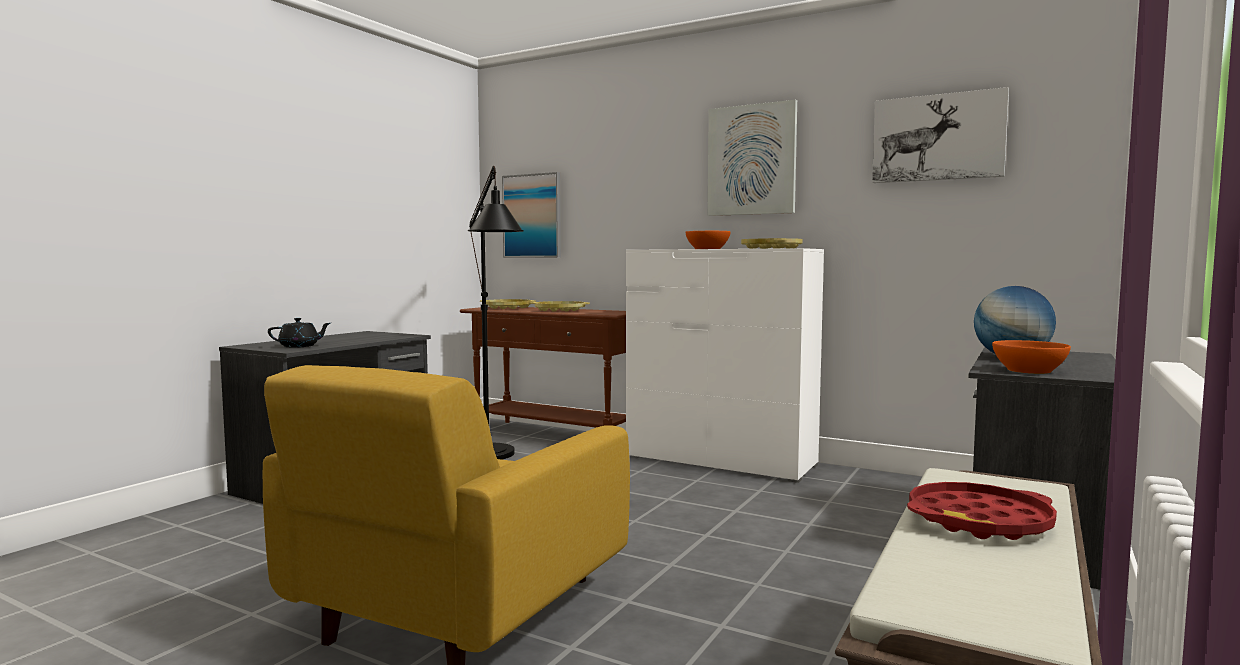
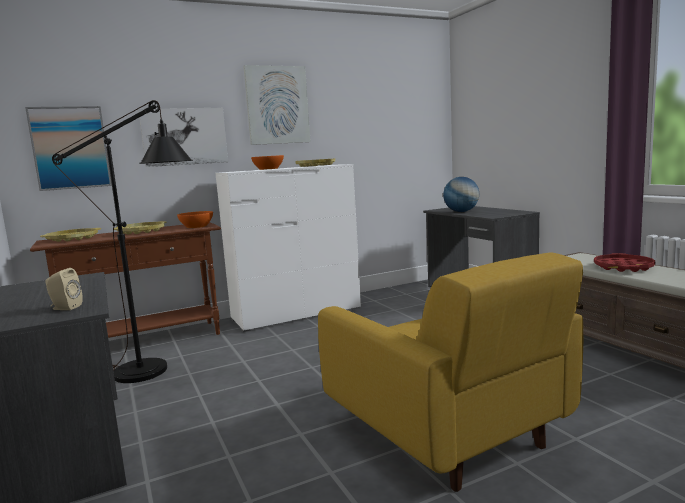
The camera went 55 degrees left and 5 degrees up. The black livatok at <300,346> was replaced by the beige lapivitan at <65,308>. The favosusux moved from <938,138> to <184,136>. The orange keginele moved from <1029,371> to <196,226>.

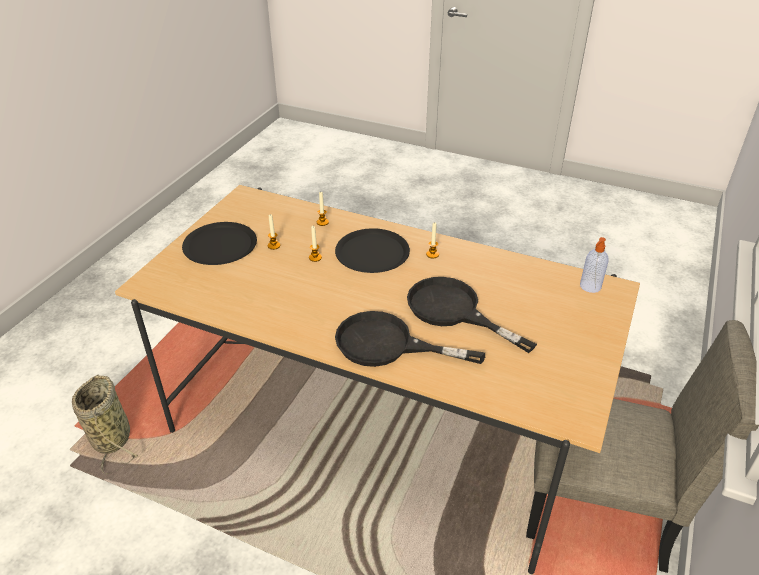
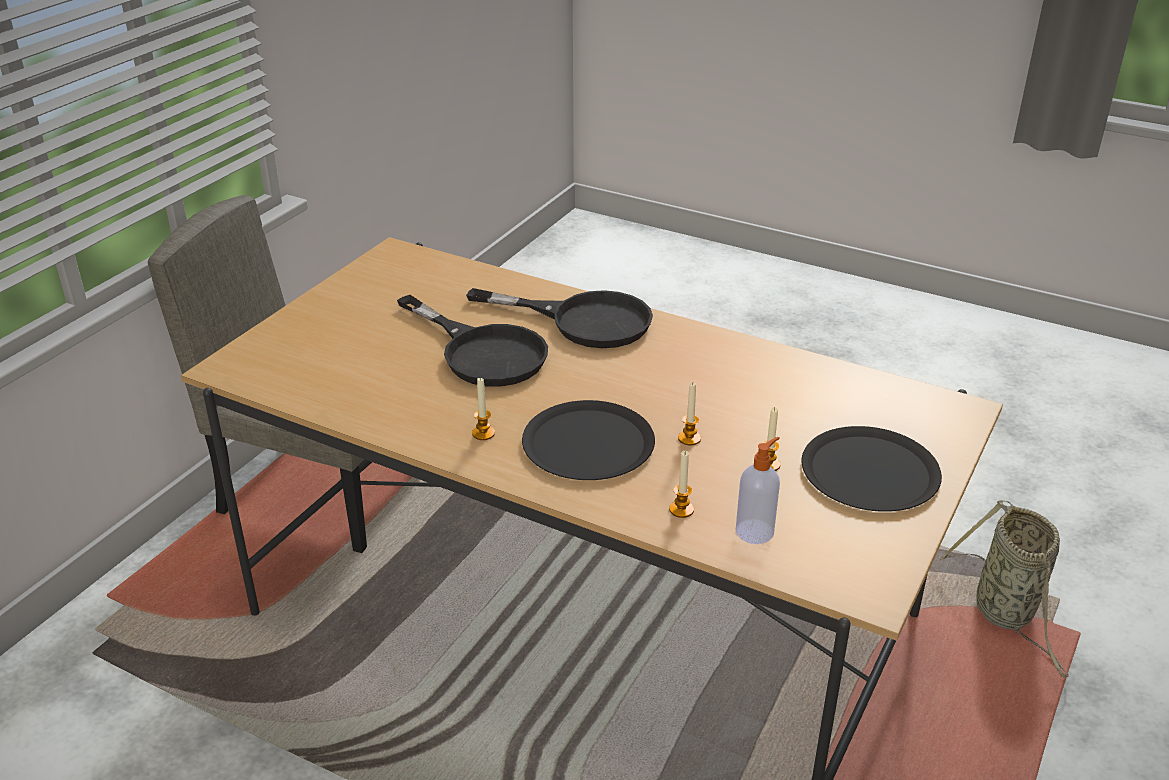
The camera went 175 degrees left and 5 degrees down. The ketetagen moved from <590,286> to <755,531>.

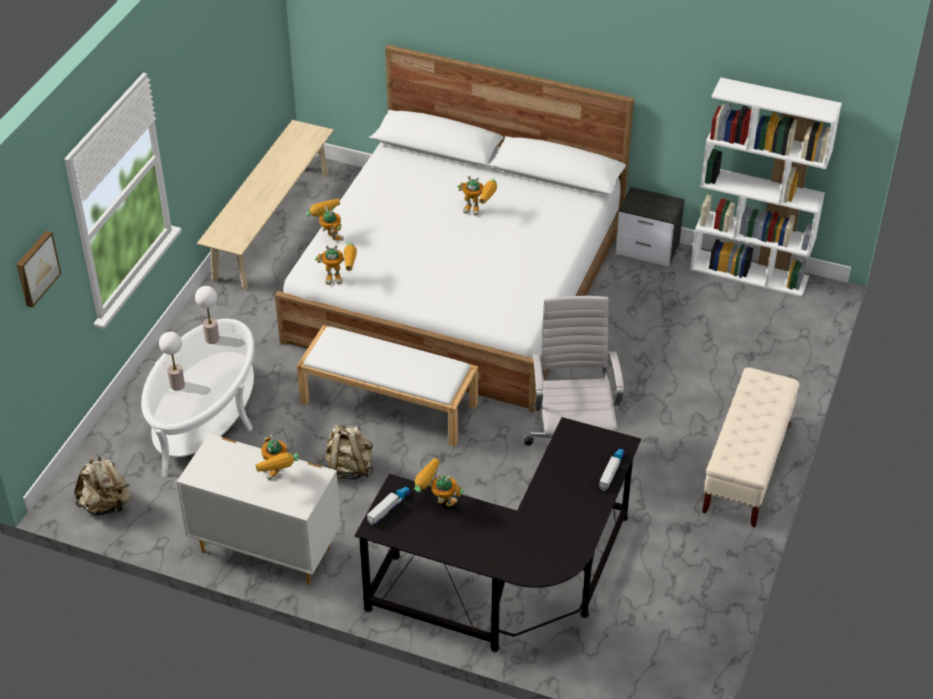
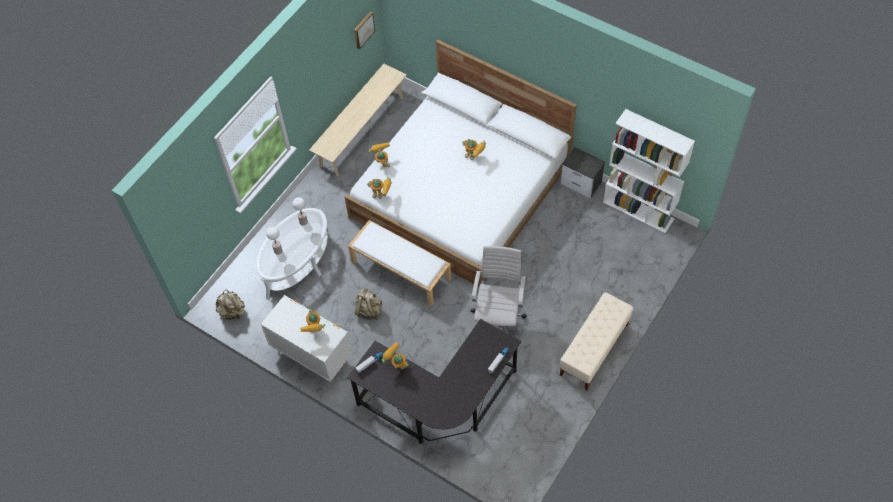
The camera went 15 degrees right and 15 degrees up. The favosusux moved from <36,268> to <363,29>.

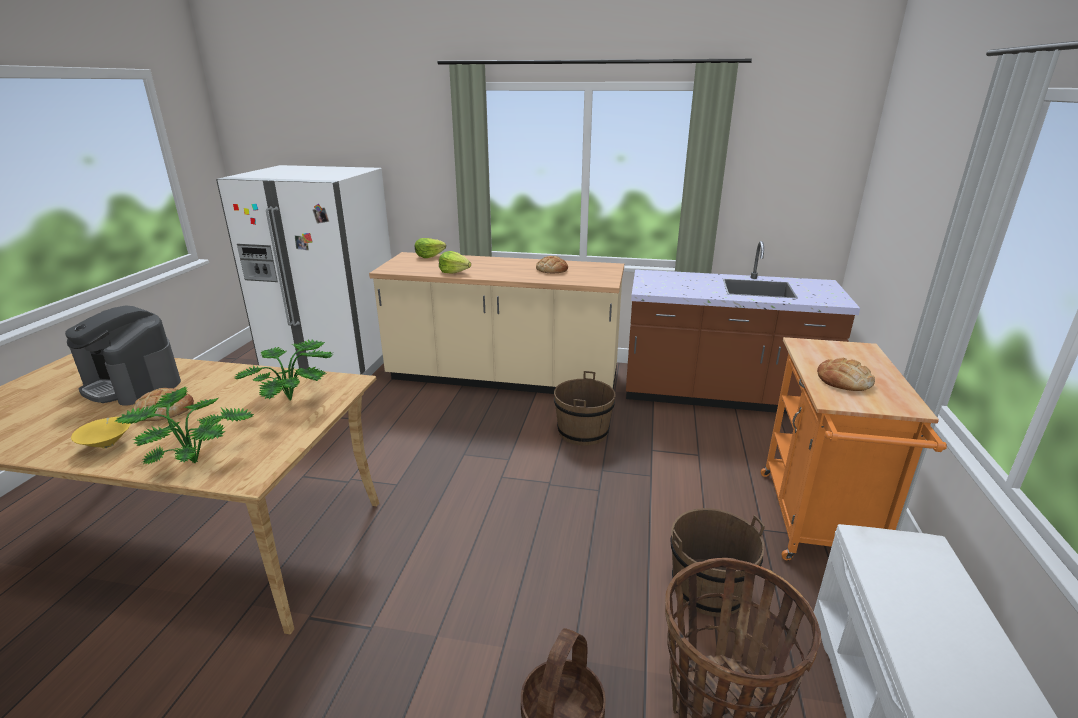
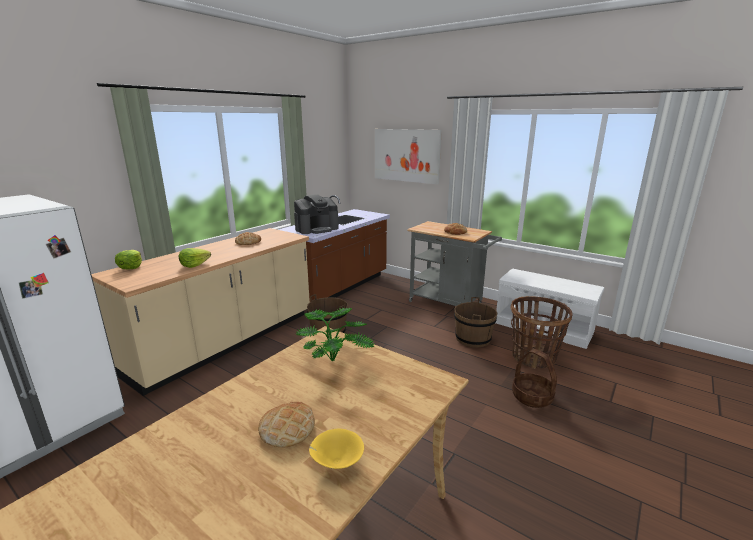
The camera went 65 degrees left and 5 degrees down. The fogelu moved from <132,384> to <317,229>. The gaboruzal at <195,459> disappeared. The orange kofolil at <817,525> became the grey kofolil at <449,304>. The favosusux at <406,155> appeared.

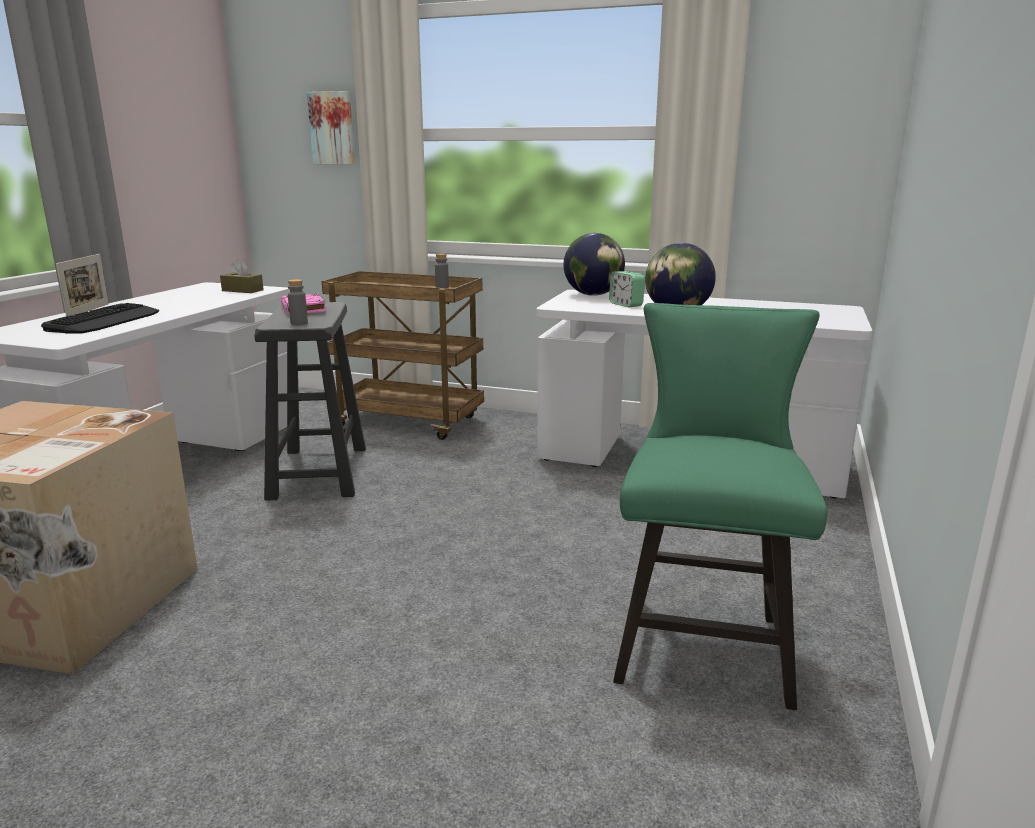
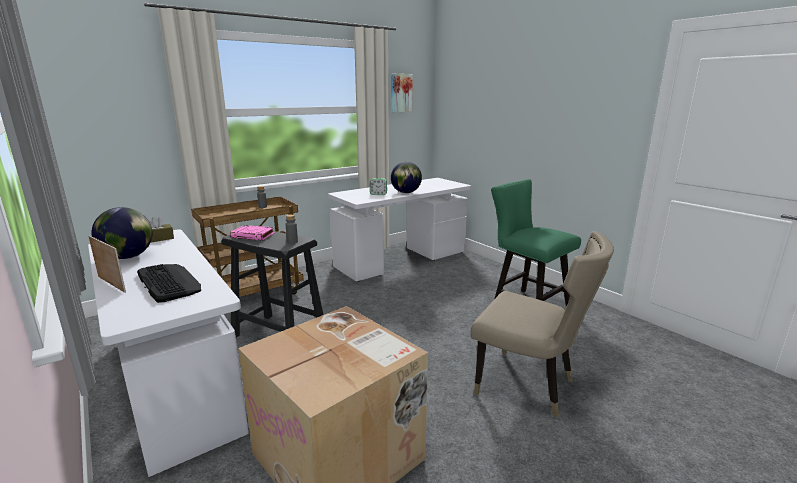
The camera went 55 degrees left and 0 degrees up. The favosusux moved from <332,128> to <400,93>. The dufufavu moved from <593,295> to <128,257>. The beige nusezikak at <529,386> appeared.

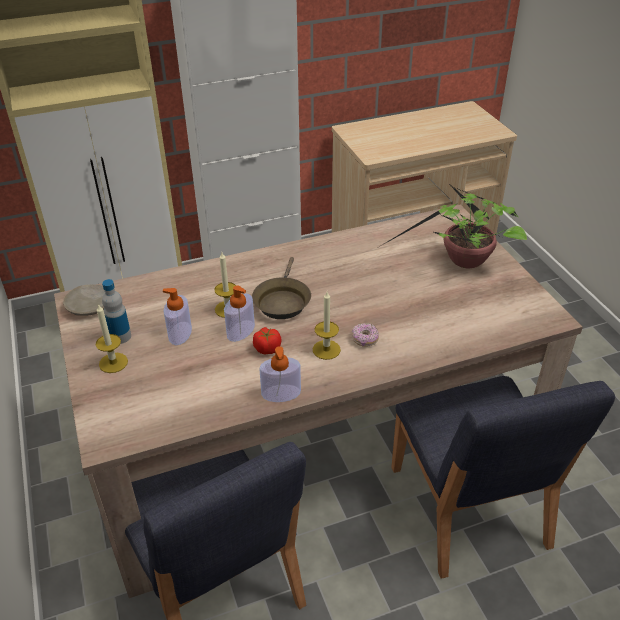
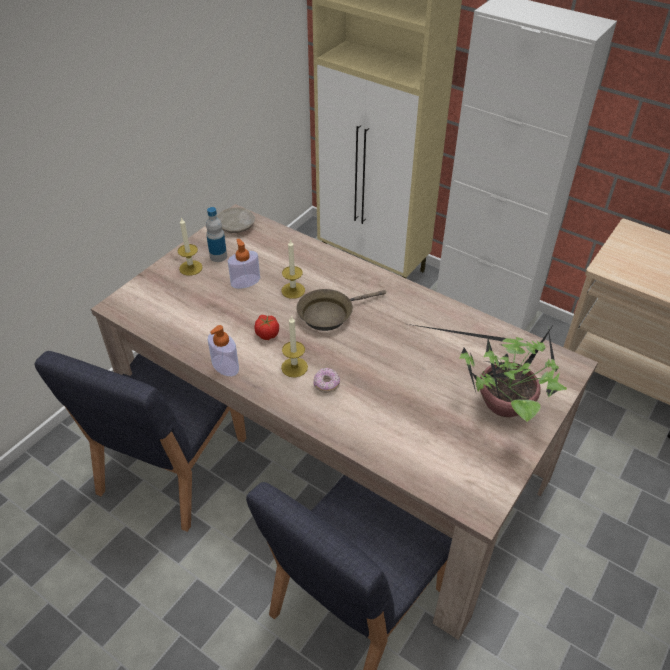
The camera went 55 degrees right and 5 degrees up. The ketetagen at <240,331> disappeared.

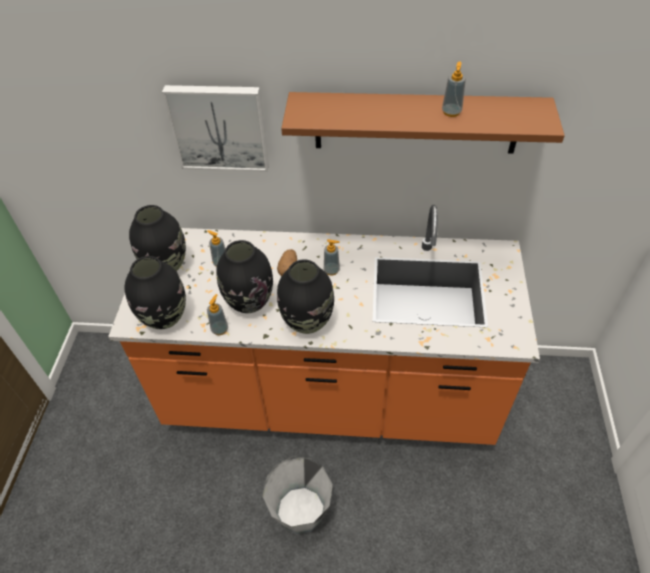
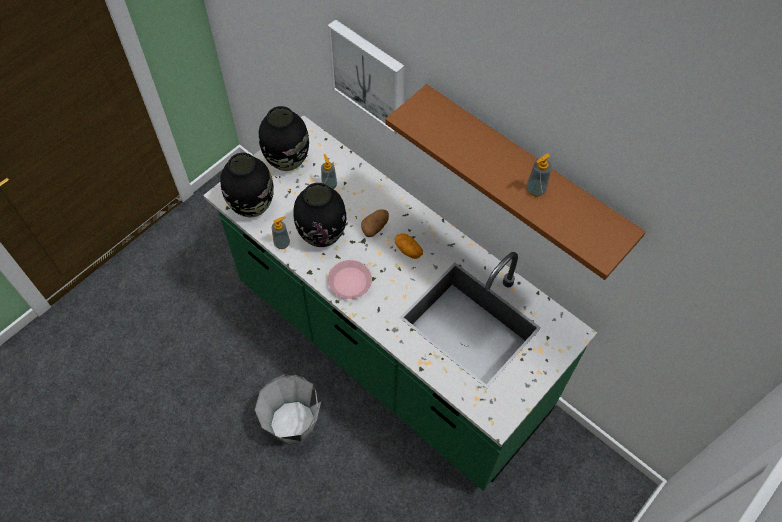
The camera went 35 degrees right and 10 degrees up. The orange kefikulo at <329,397> became the green kefikulo at <389,350>. The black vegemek at <307,322> was replaced by the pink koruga at <349,282>. The ketetagen at <331,270> was replaced by the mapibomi at <408,250>.

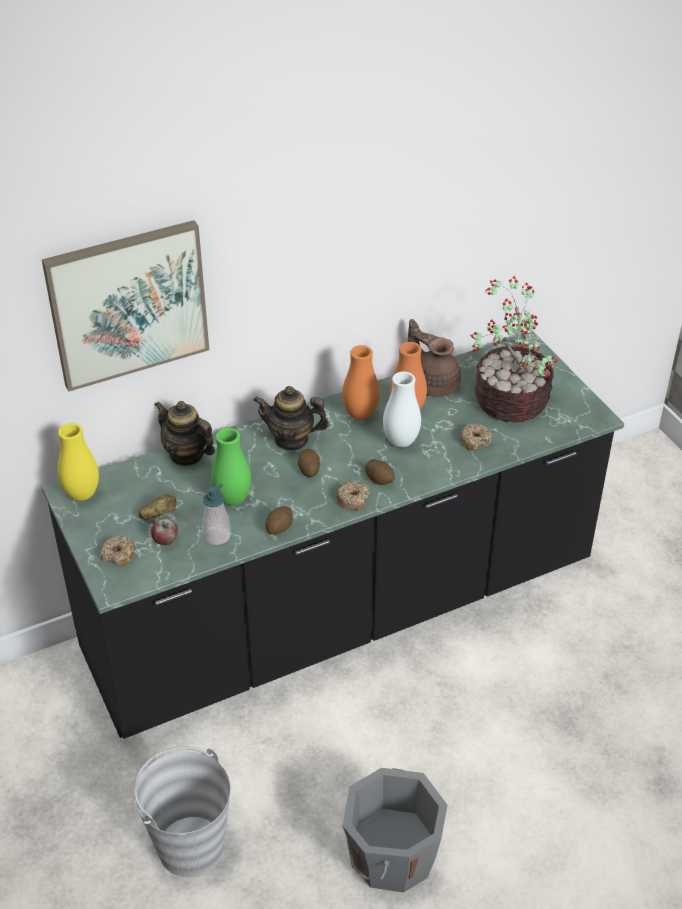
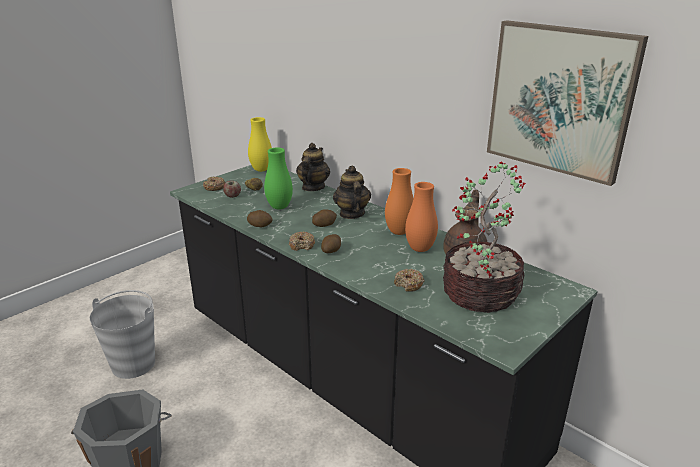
The camera went 70 degrees right and 15 degrees down. The favosusux moved from <128,304> to <560,100>. The ketetagen at <217,536> disappeared. The white vegemek at <401,441> disappeared.

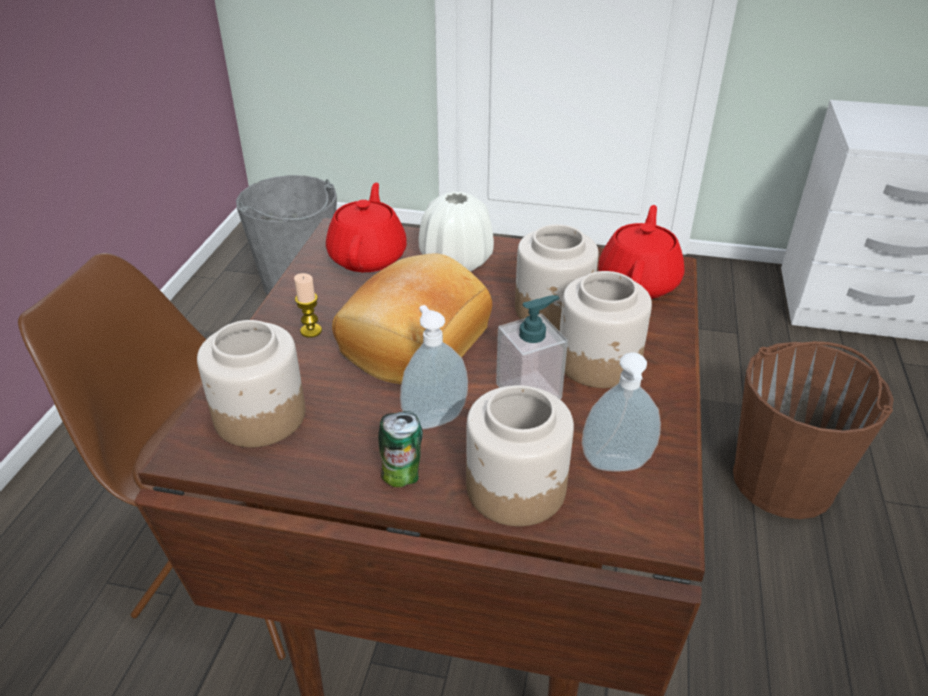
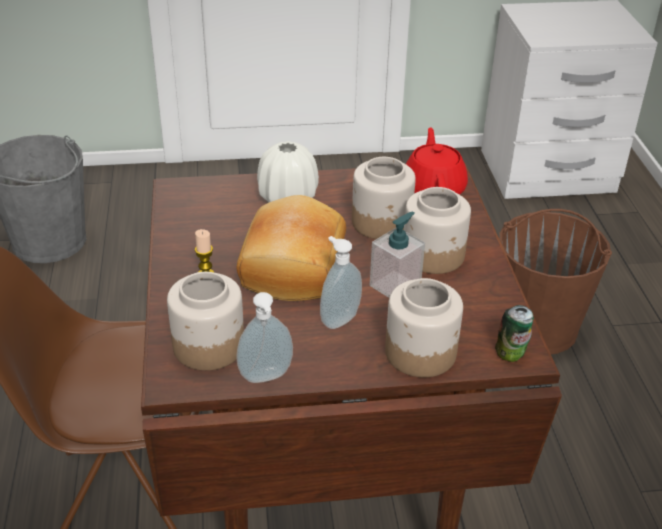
The camera went 20 degrees left and 0 degrees up. The red livatok at <368,257> disappeared. The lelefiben moved from <402,476> to <511,354>. The ketetagen moved from <616,467> to <266,378>.

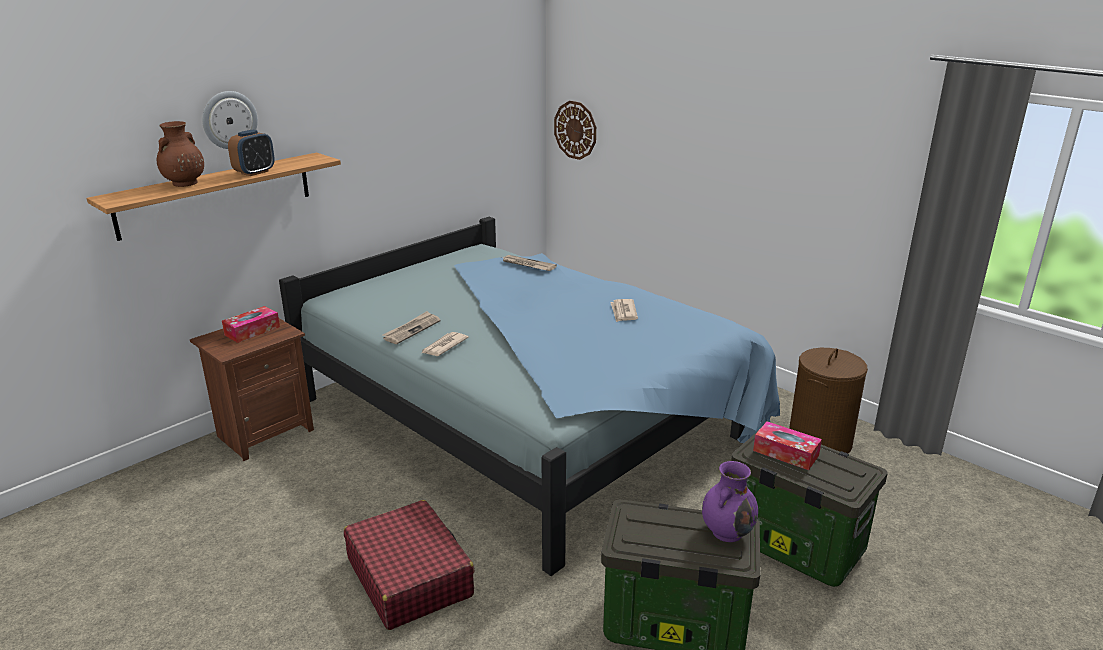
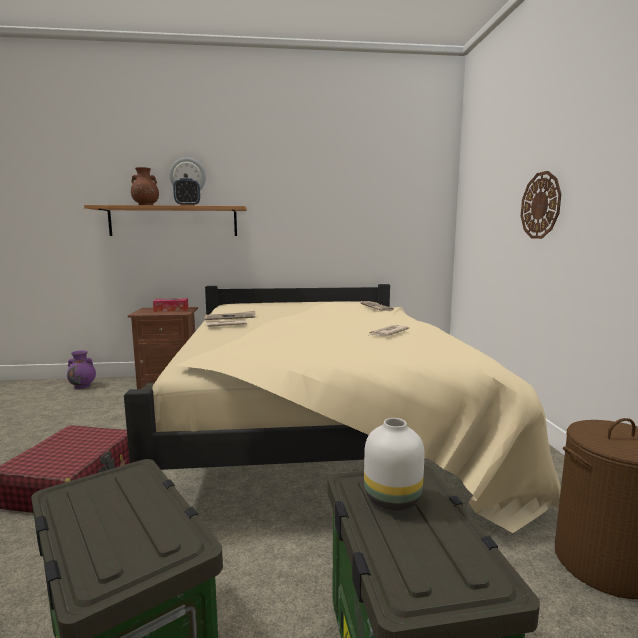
The camera went 40 degrees right and 15 degrees down. The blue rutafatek at <531,416> became the beige rutafatek at <321,425>. The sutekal moved from <575,130> to <540,205>. The purple vegemek moved from <727,532> to <83,386>. The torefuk at <785,453> was replaced by the white vegemek at <394,499>.

